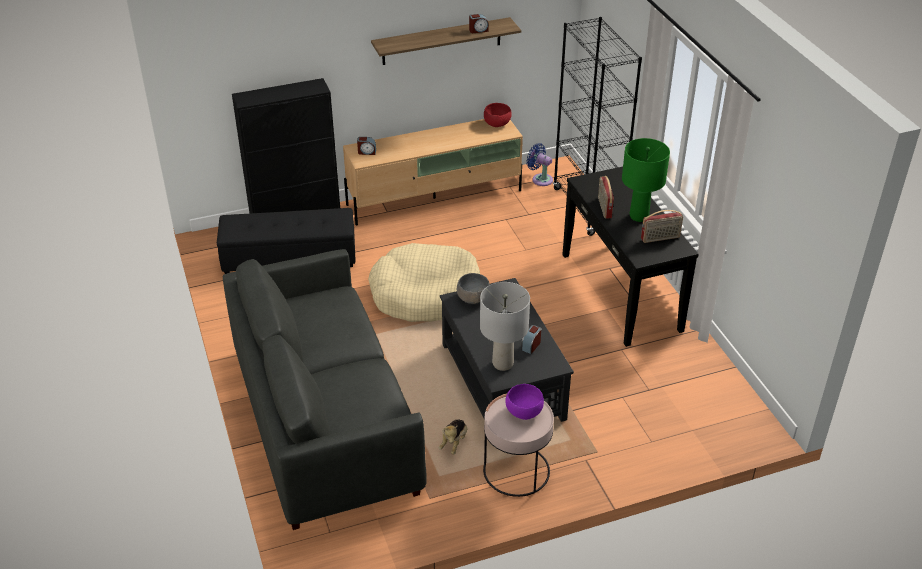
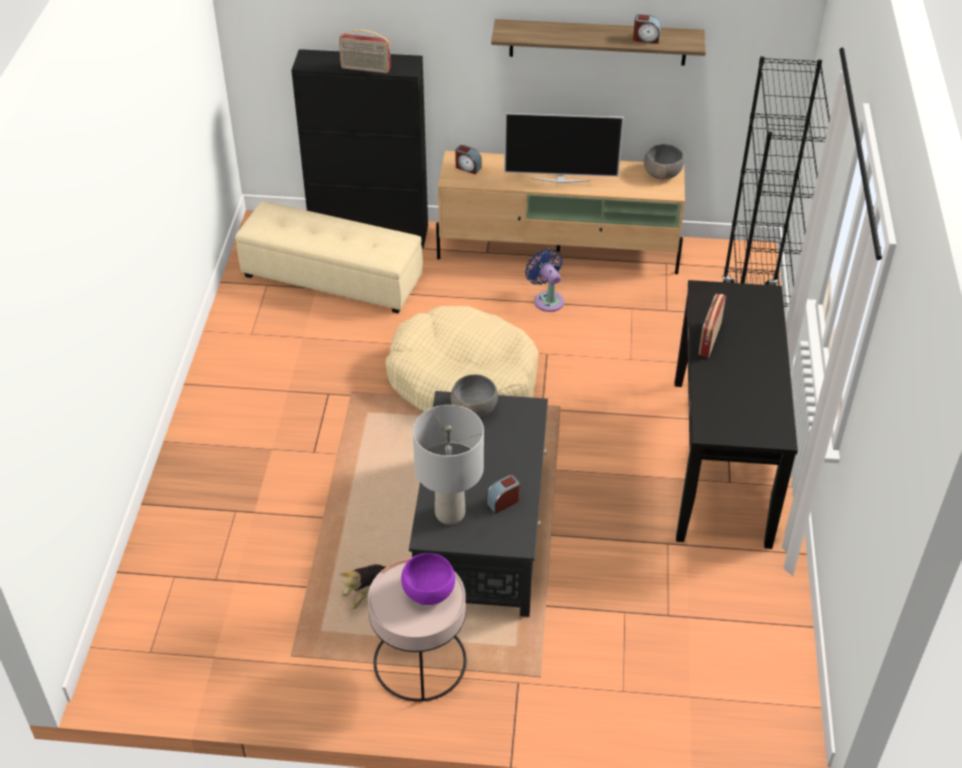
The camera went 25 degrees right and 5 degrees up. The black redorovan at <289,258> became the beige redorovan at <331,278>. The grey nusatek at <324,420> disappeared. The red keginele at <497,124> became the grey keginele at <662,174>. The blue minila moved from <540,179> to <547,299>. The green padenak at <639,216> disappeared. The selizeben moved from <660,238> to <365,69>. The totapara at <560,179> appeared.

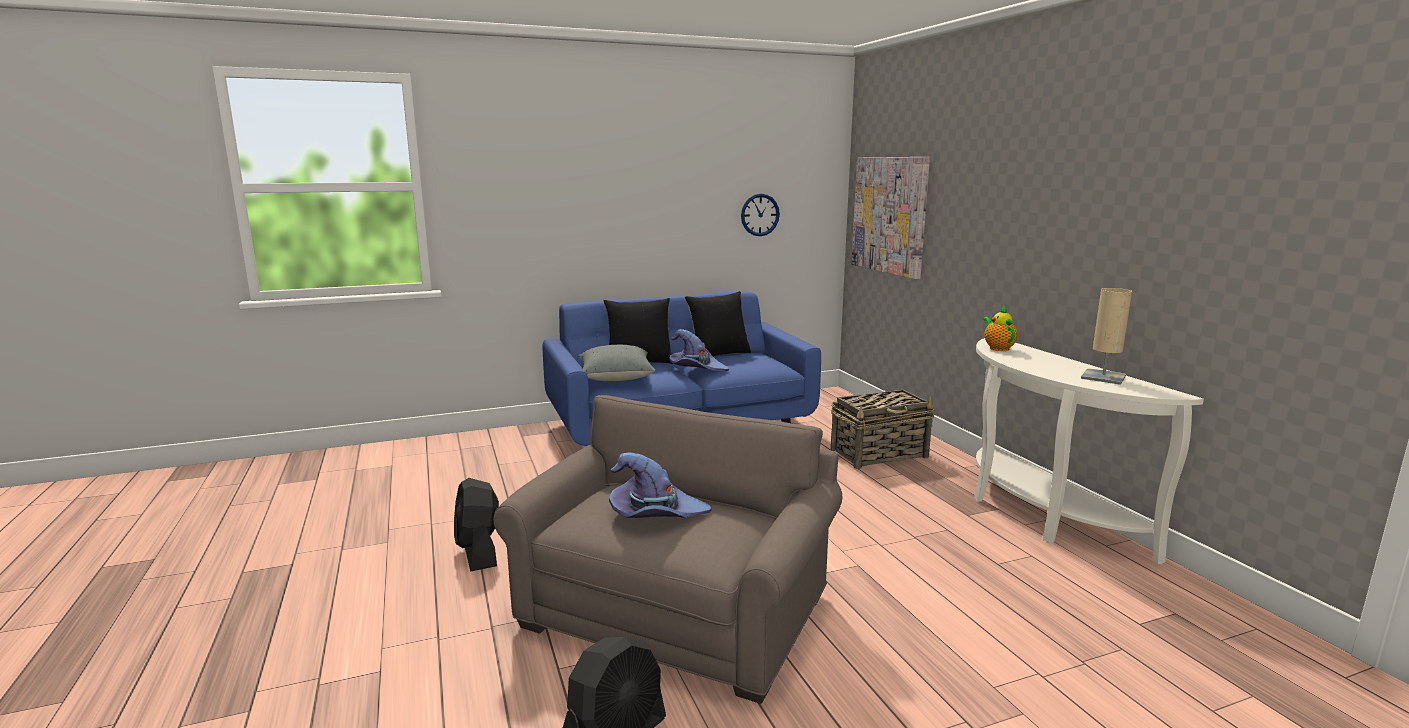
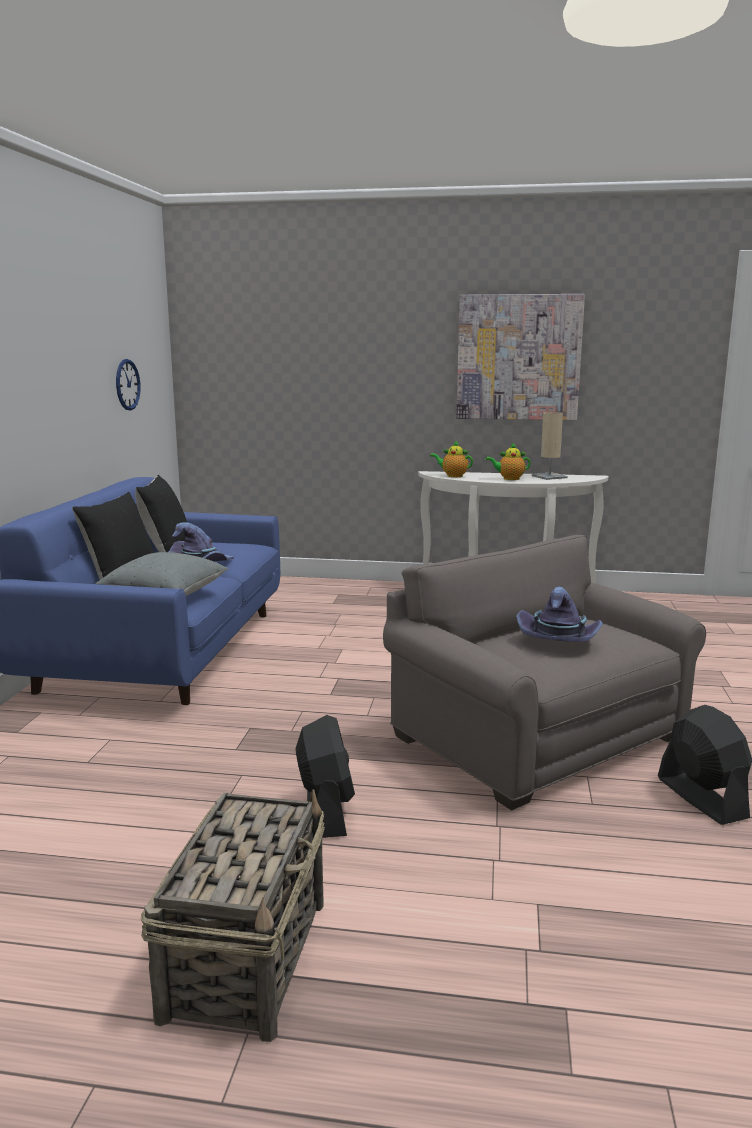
The camera went 60 degrees left and 0 degrees up. The black minila at <479,551> turned 105 degrees counterclockwise. The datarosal moved from <880,454> to <247,956>. The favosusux moved from <890,215> to <518,357>. The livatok at <509,479> appeared.

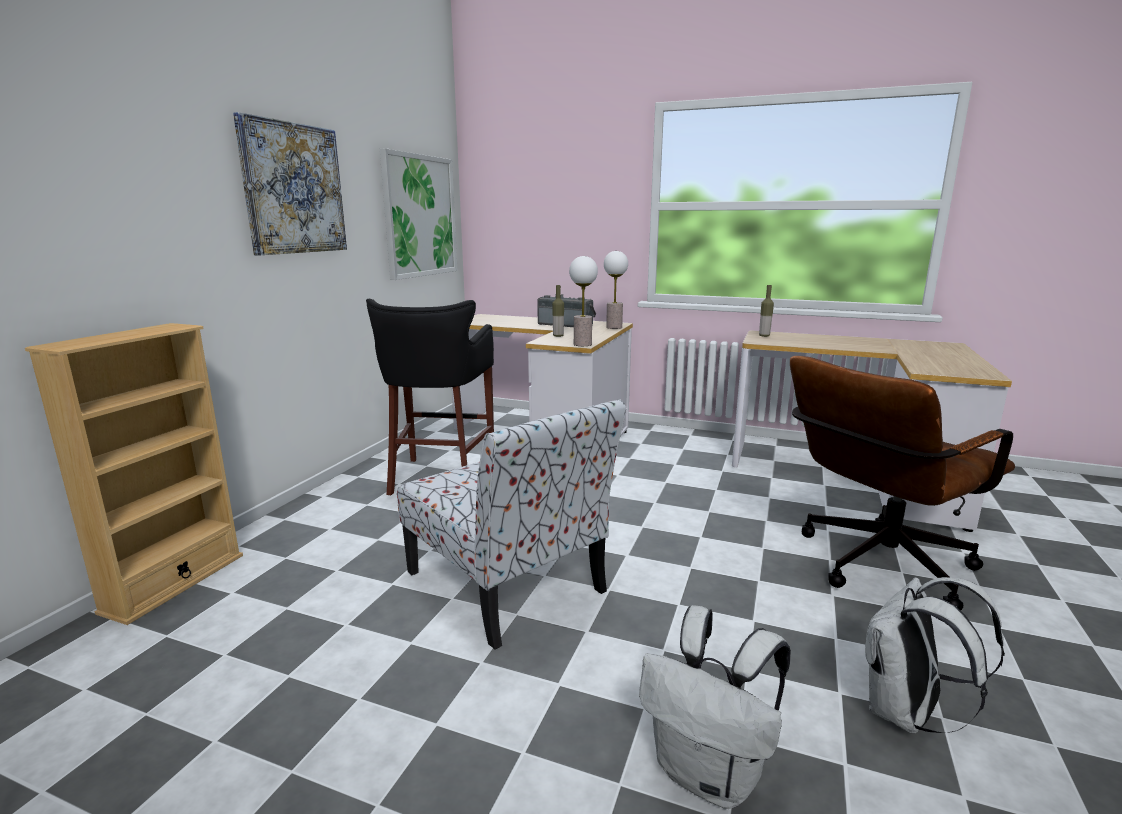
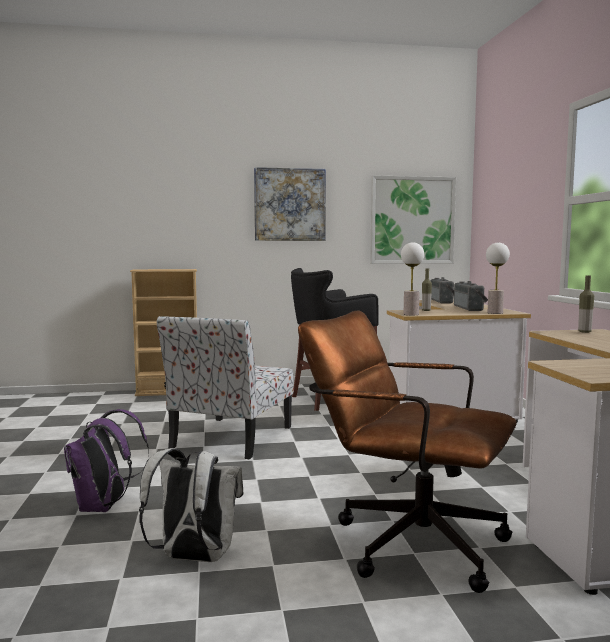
The camera went 60 degrees right and 10 degrees down. The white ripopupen at <709,774> became the purple ripopupen at <104,507>. The selizeben at <443,301> appeared.

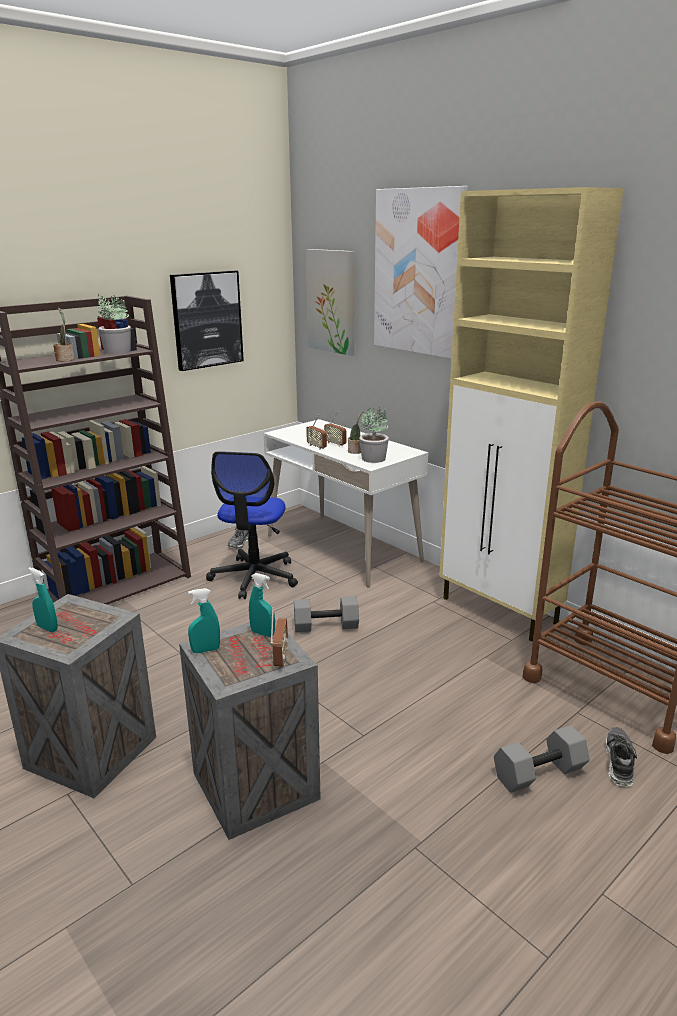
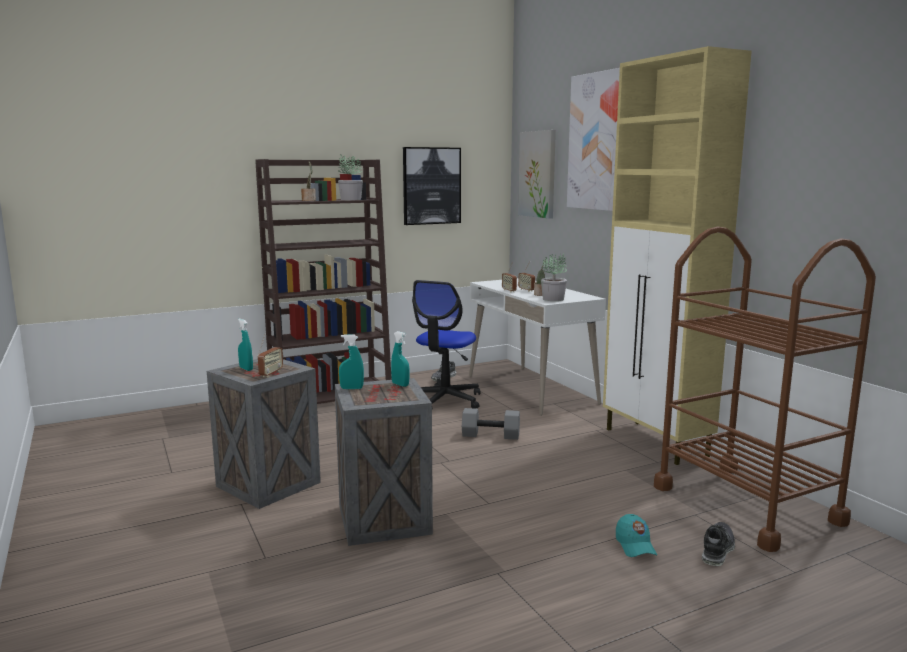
The camera went 15 degrees right and 10 degrees down. The selizeben moved from <280,657> to <271,374>. The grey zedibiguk at <539,772> was replaced by the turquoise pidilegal at <635,546>.

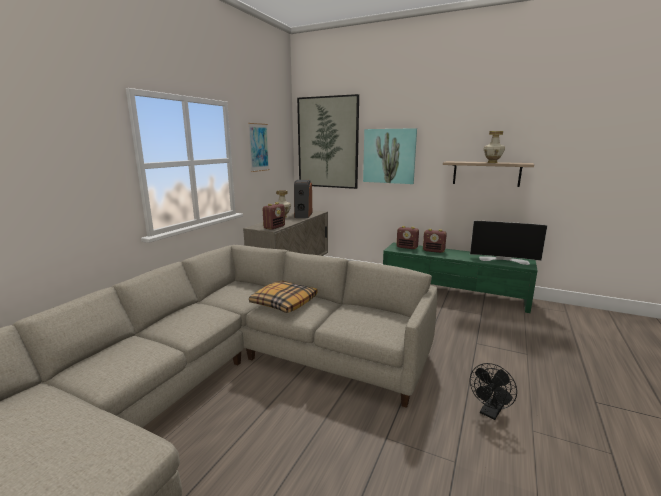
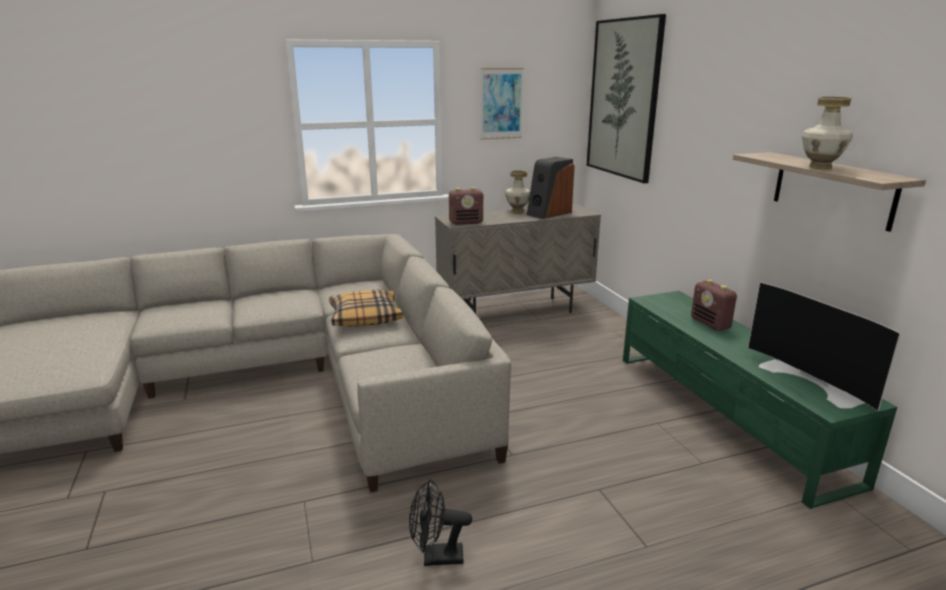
The camera went 45 degrees right and 5 degrees up. The favosusux at <389,156> disappeared. The selizeben at <407,247> disappeared.

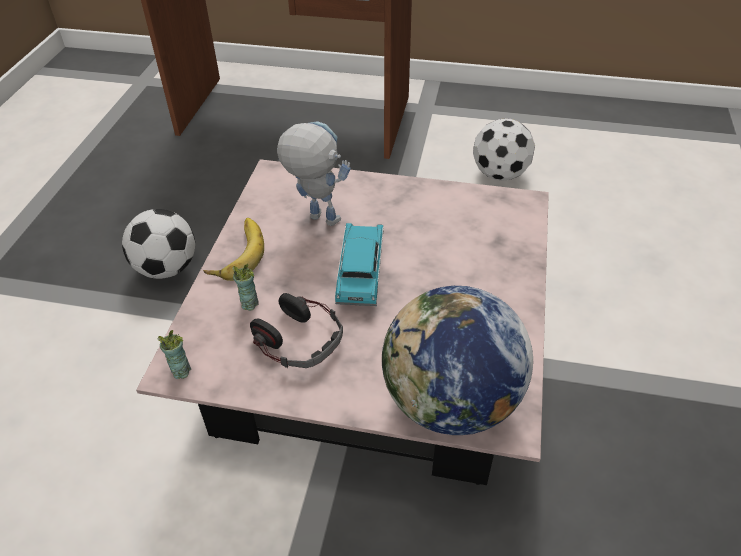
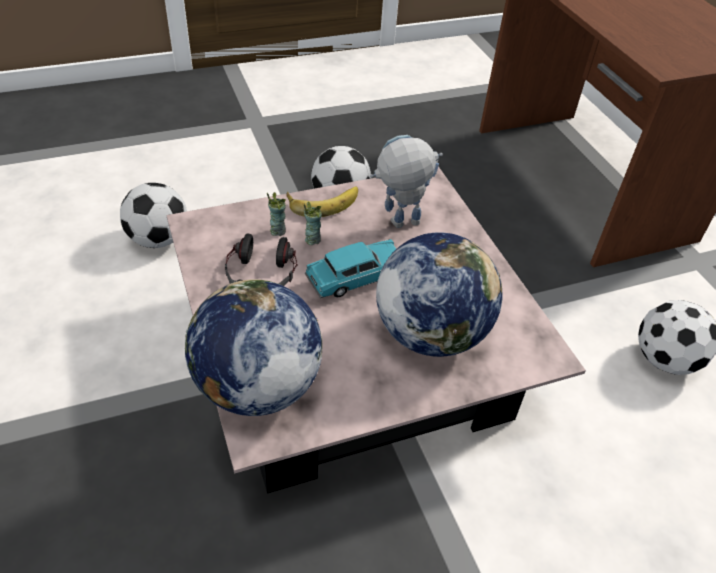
The camera went 55 degrees right and 0 degrees up. The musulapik moved from <180,371> to <312,239>. The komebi at <315,217> turned 105 degrees counterclockwise. The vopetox at <158,239> appeared. The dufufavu at <430,333> appeared.

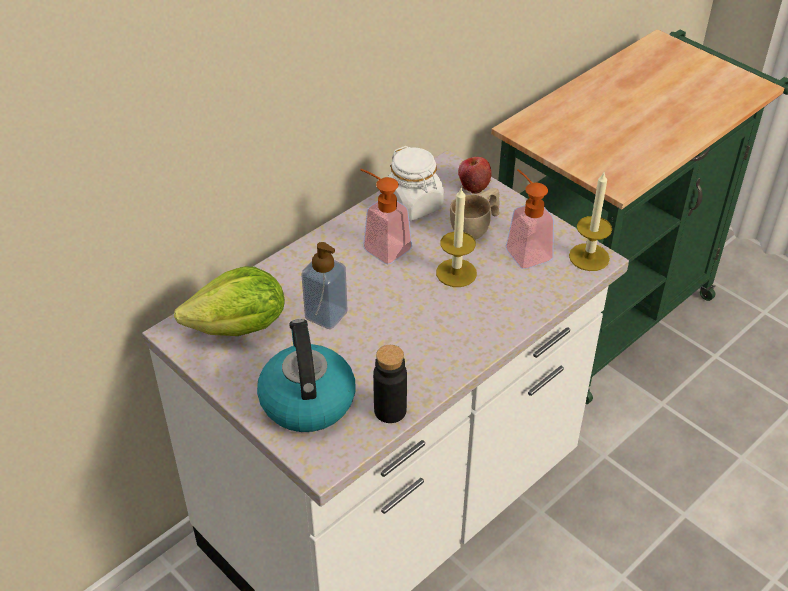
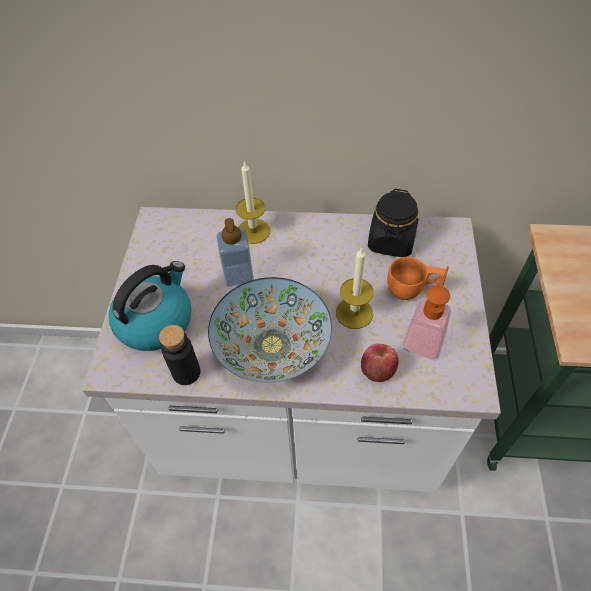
The camera went 50 degrees right and 10 degrees up. The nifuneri at <240,328> disappeared. The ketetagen at <381,246> disappeared. The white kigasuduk at <413,205> became the black kigasuduk at <391,241>. The beige musulapik at <476,228> became the orange musulapik at <413,291>. The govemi moved from <473,185> to <378,369>. The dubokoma moved from <589,257> to <253,231>. The keginele at <271,346> appeared.

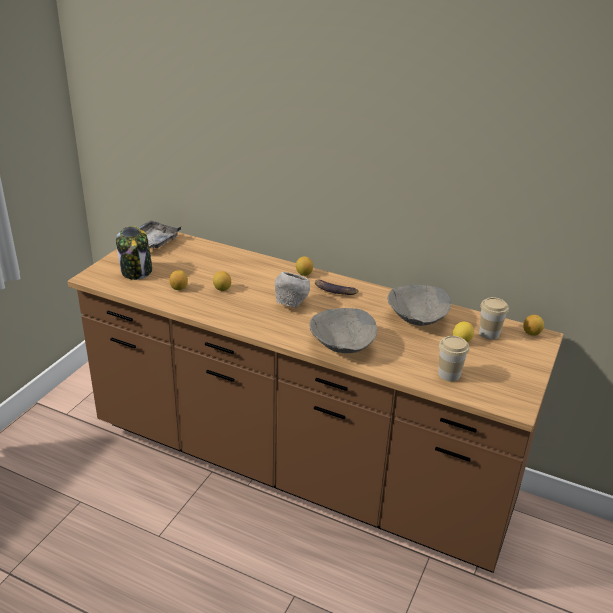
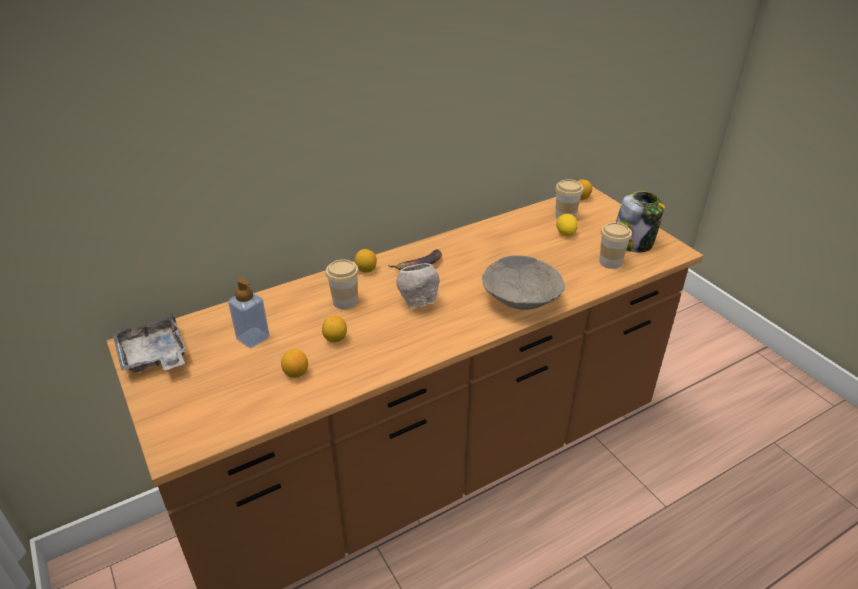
The camera went 55 degrees left and 5 degrees up. The kigasuduk moved from <136,271> to <633,243>. The grey keginele at <417,319> disappeared. The ketetagen at <253,338> appeared. The musulapik at <345,301> appeared.

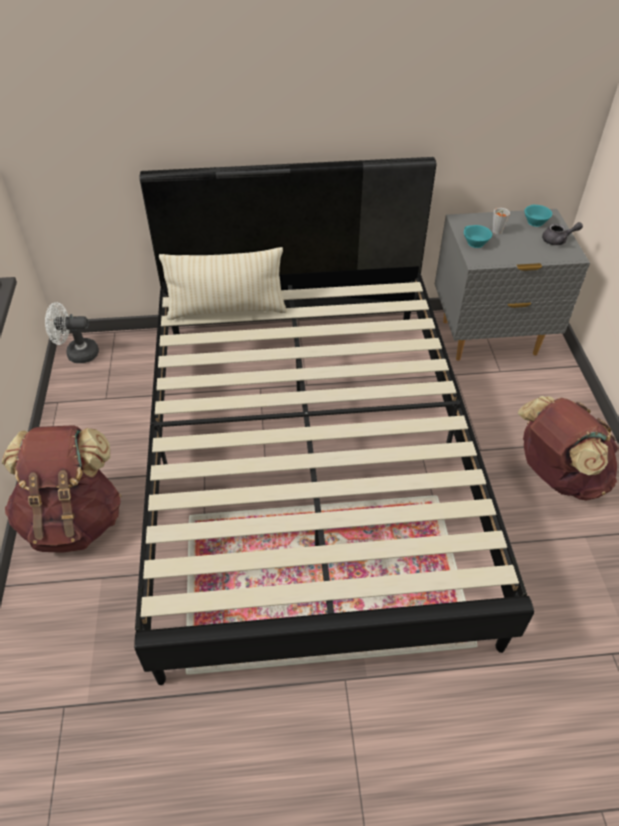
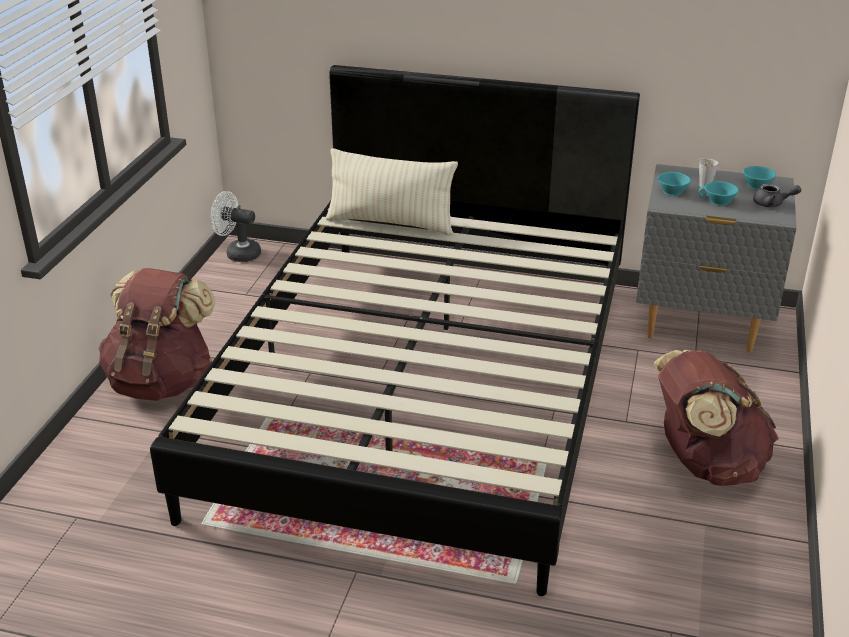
The camera went 20 degrees right and 15 degrees down. The turquoise musulapik at <718,201> appeared.

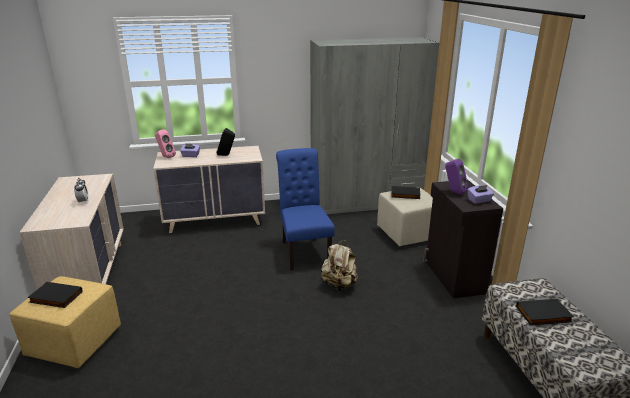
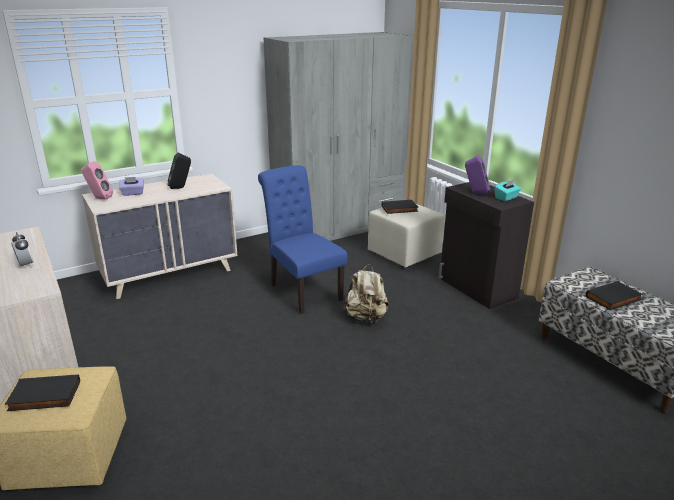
The camera went 20 degrees left and 0 degrees up. The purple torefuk at <479,200> became the turquoise torefuk at <506,198>.

